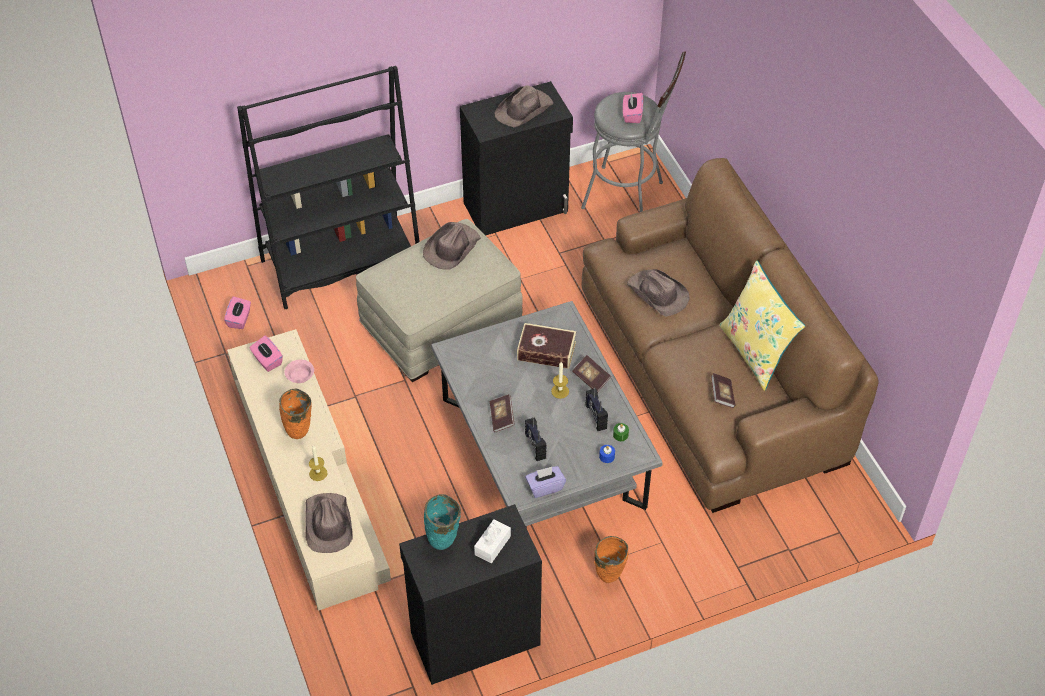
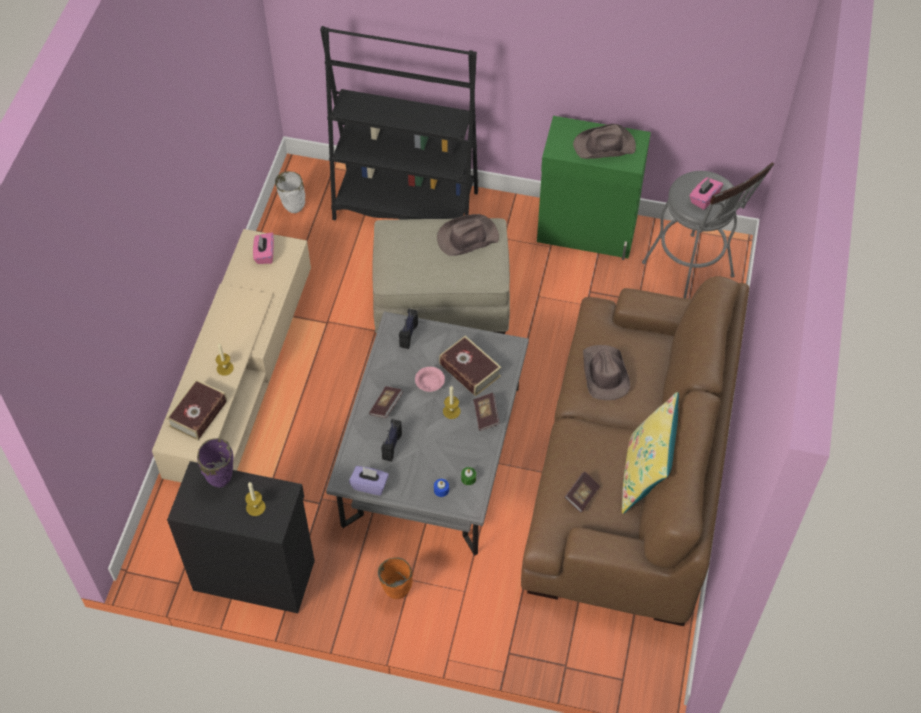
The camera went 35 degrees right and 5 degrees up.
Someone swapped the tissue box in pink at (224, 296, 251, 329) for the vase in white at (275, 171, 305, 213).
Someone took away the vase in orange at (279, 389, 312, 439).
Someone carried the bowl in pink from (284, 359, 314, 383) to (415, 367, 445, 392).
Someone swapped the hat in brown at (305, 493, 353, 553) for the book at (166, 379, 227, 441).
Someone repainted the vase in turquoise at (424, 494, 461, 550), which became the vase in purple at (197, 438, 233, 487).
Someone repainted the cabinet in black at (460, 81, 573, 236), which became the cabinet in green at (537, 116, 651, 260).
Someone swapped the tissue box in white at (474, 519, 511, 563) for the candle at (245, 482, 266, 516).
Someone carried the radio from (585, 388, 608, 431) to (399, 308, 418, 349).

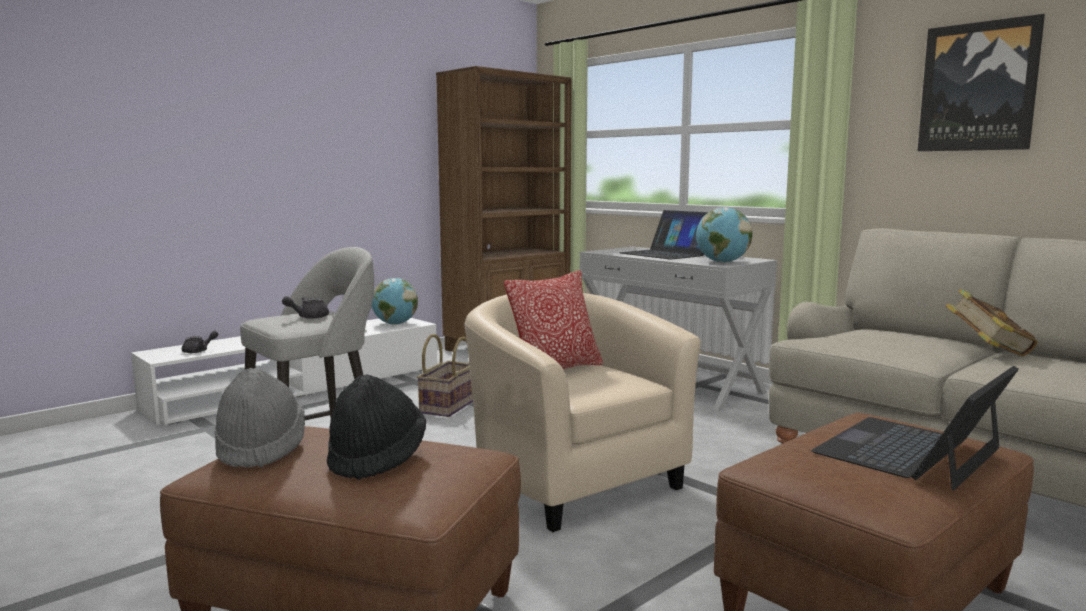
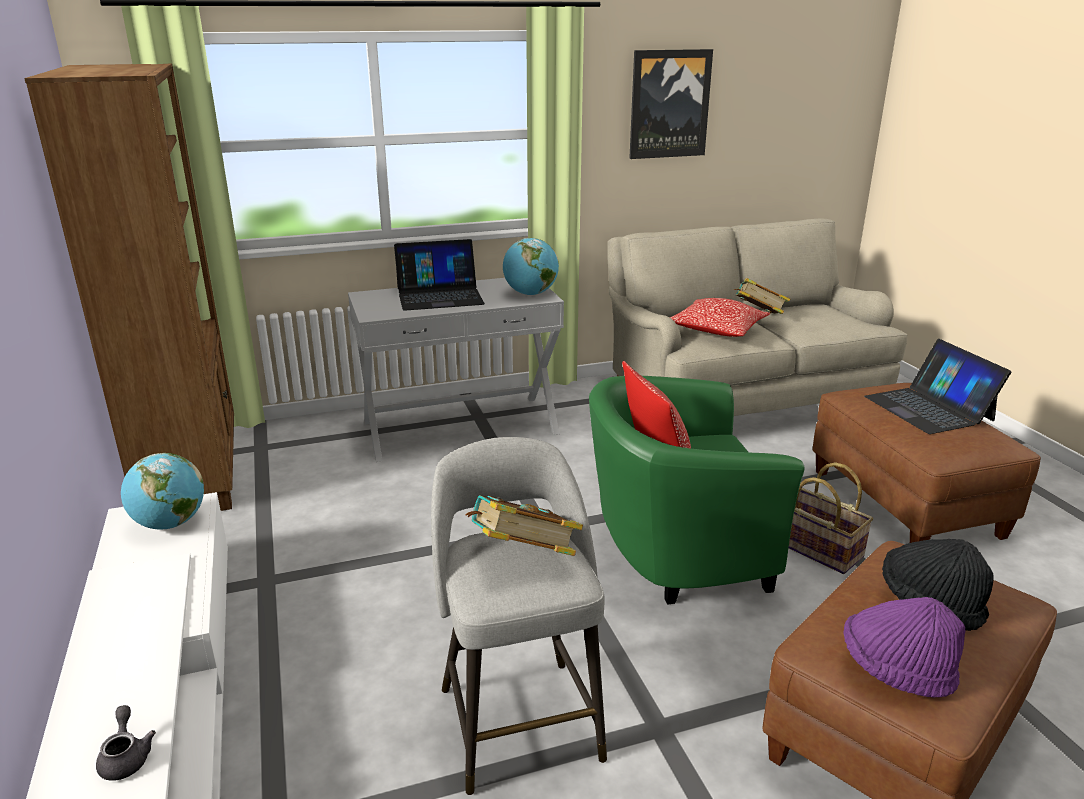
The camera went 65 degrees left and 15 degrees up.
Someone repainted the hat in grey at (215, 368, 305, 468), which became the hat in purple at (843, 597, 965, 698).
Someone swapped the teapot in grey at (282, 296, 329, 319) for the book at (465, 495, 583, 556).
Someone carried the basket from (417, 334, 473, 417) to (789, 462, 873, 574).
Someone repainted the armchair in beige at (465, 293, 701, 532), which became the armchair in green at (589, 376, 805, 605).
Someone put down the pillow at (670, 298, 770, 337).

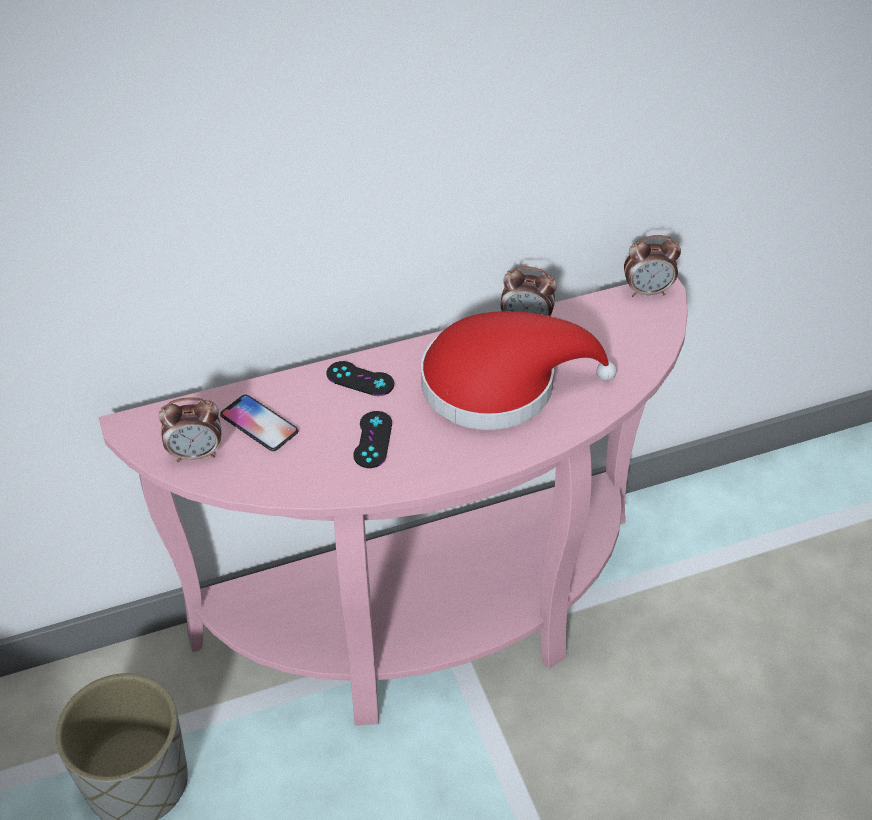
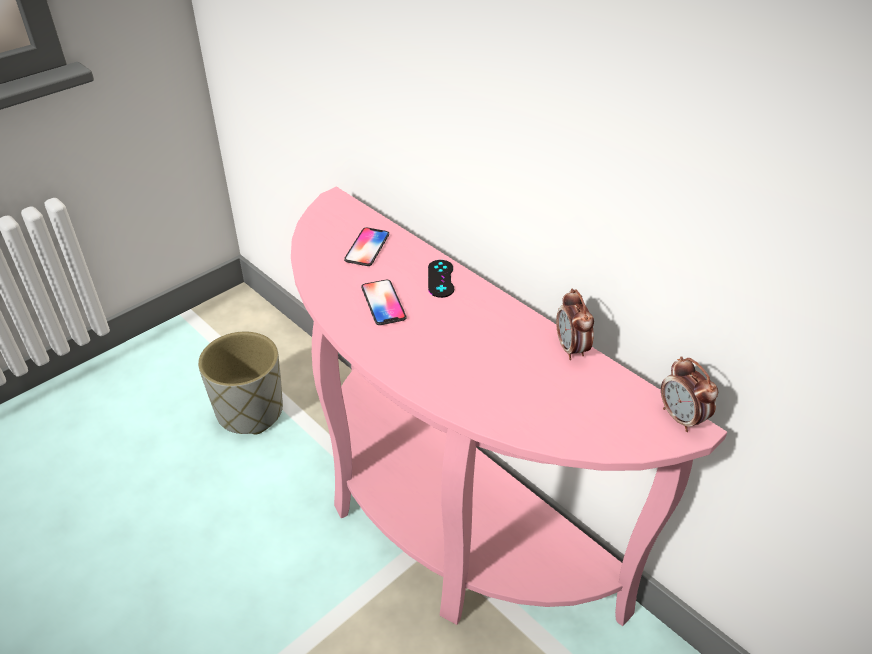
The camera went 65 degrees right and 5 degrees down.
Someone took away the alarm clock at (159, 397, 221, 462).
Someone swapped the game controller in black at (353, 411, 392, 468) for the phone at (361, 280, 407, 325).
Someone took away the hat in red at (421, 311, 617, 430).

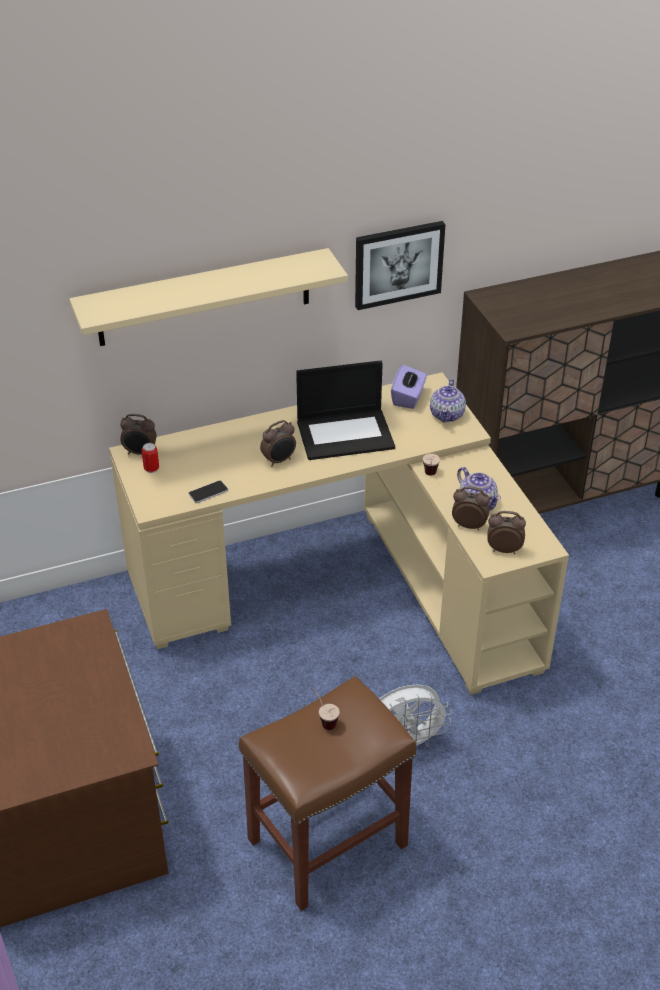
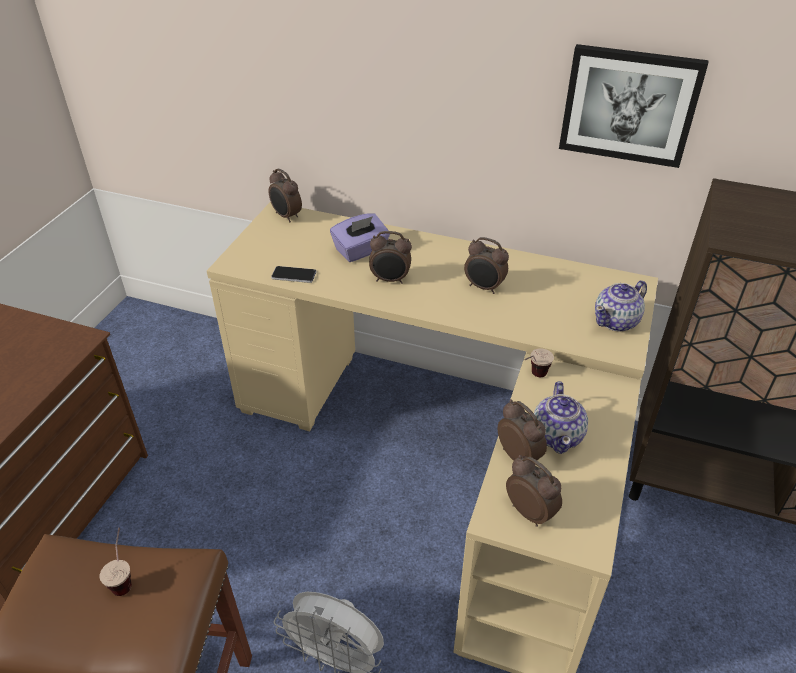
The camera went 40 degrees right and 0 degrees up.
Someone took away the shelf in beige at (69, 248, 348, 346).
Someone took away the can at (142, 443, 159, 473).
Someone swapped the laptop at (296, 360, 395, 460) for the alarm clock at (464, 237, 509, 294).
Someone carried the tissue box in purple from (391, 365, 427, 409) to (330, 213, 390, 262).

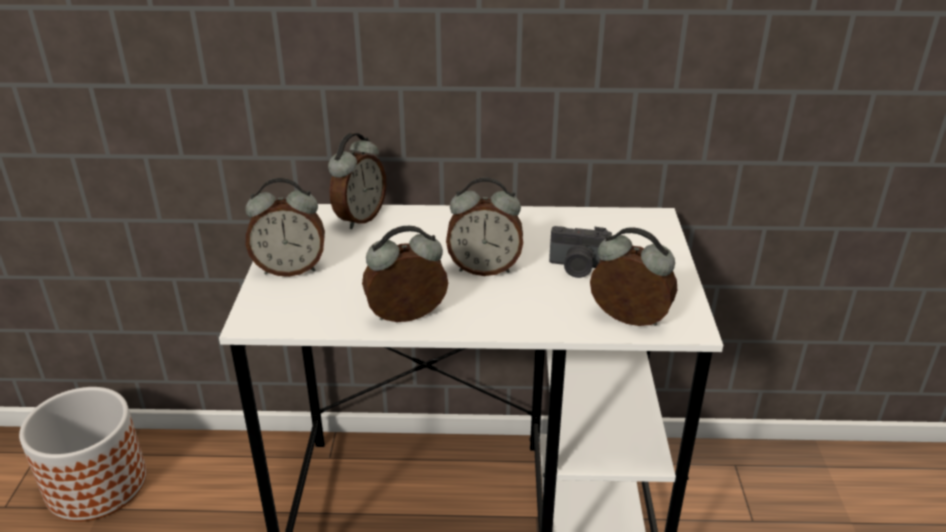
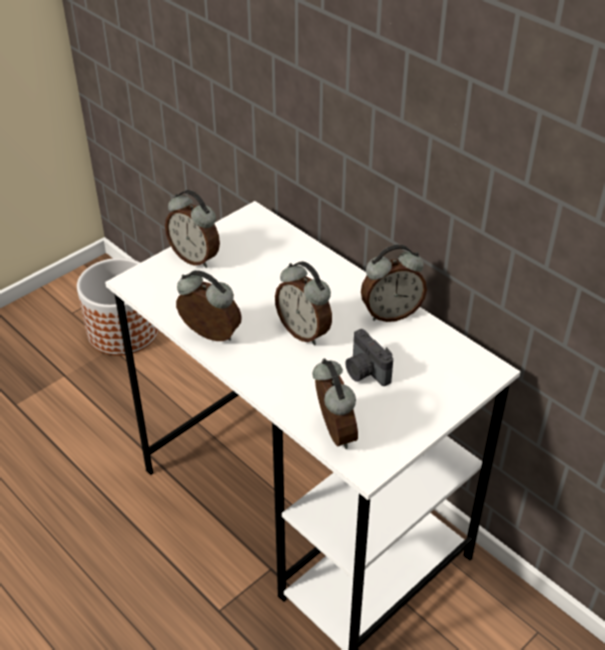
The camera went 45 degrees right and 10 degrees up.
Someone carried the alarm clock from (328, 133, 387, 229) to (361, 245, 427, 322).

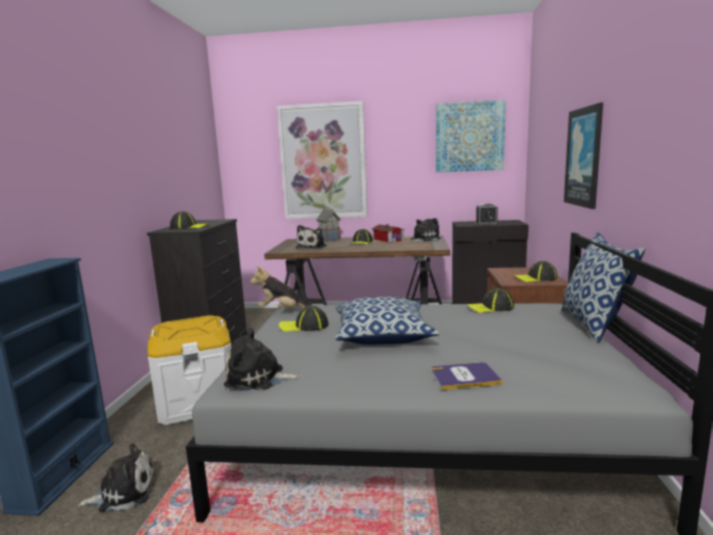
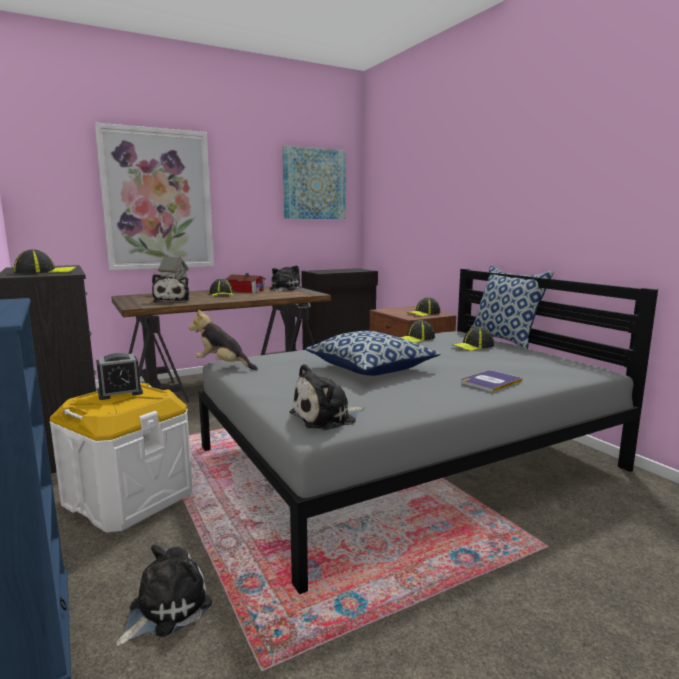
The camera went 35 degrees left and 0 degrees up.
Someone rotated the plush toy at (250, 266, 307, 308) by 45 degrees clockwise.
Someone carried the cap from (279, 306, 329, 332) to (453, 326, 494, 351).
Someone carried the alarm clock from (475, 203, 498, 226) to (96, 353, 143, 400).
Someone took away the picture at (564, 102, 603, 209).

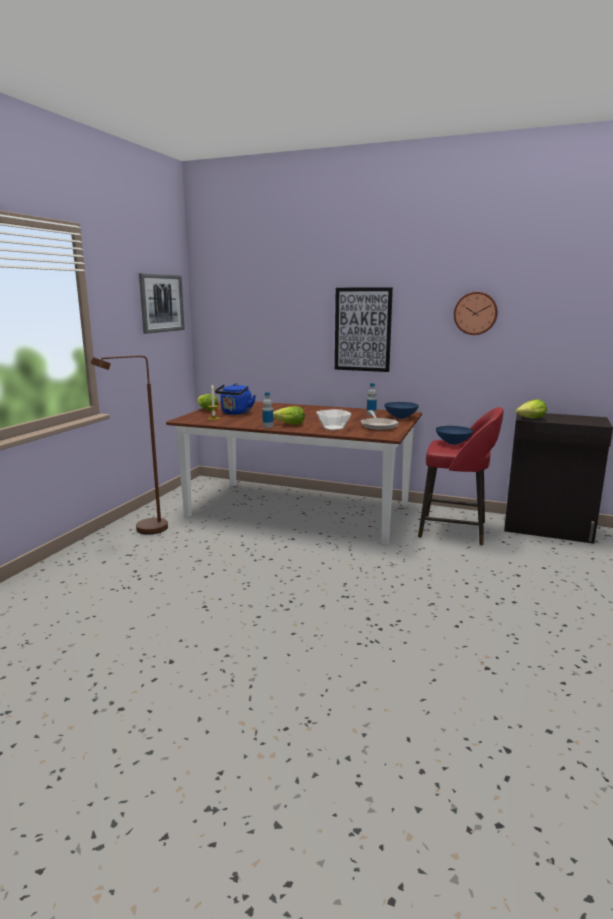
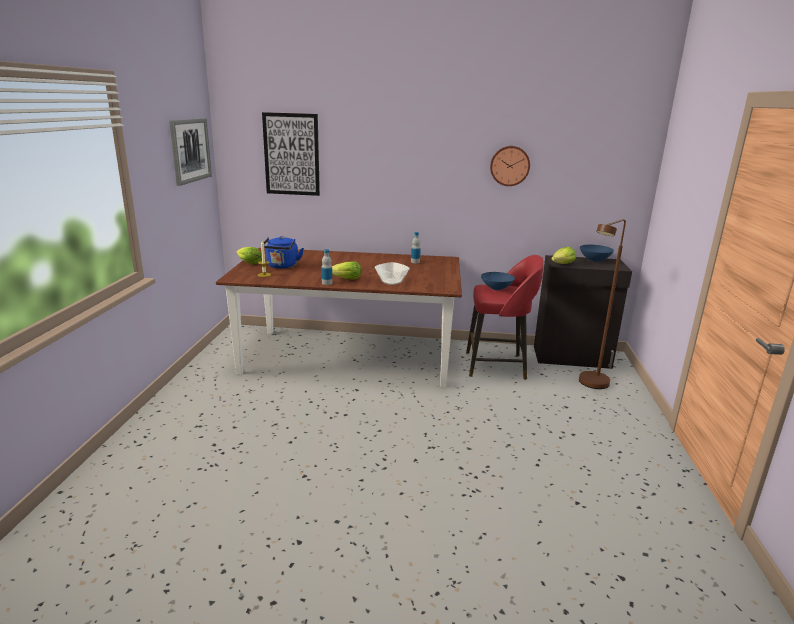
The camera went 15 degrees left and 5 degrees up.
Someone carried the floor lamp in brown from (90, 355, 168, 535) to (579, 219, 626, 389).
Someone carried the picture from (335, 287, 393, 372) to (262, 112, 320, 196).
Someone took away the frying pan at (361, 410, 398, 431).
Someone carried the bowl in blue from (384, 402, 419, 419) to (580, 245, 614, 262).

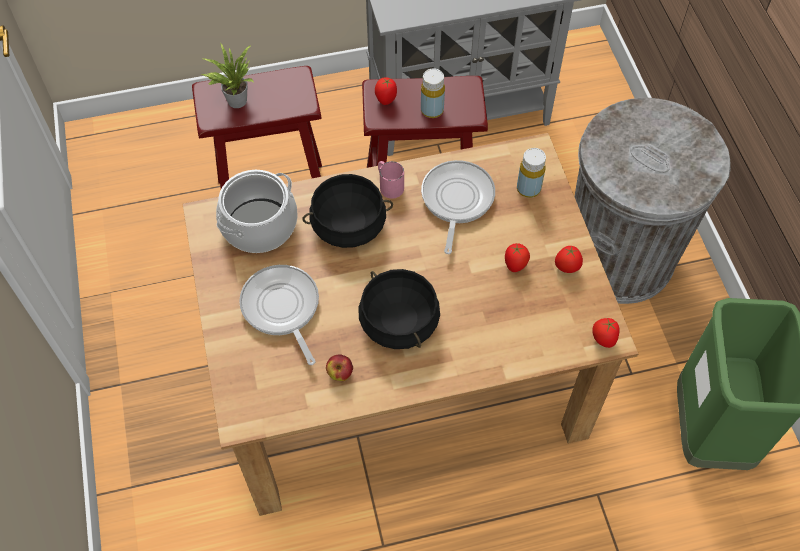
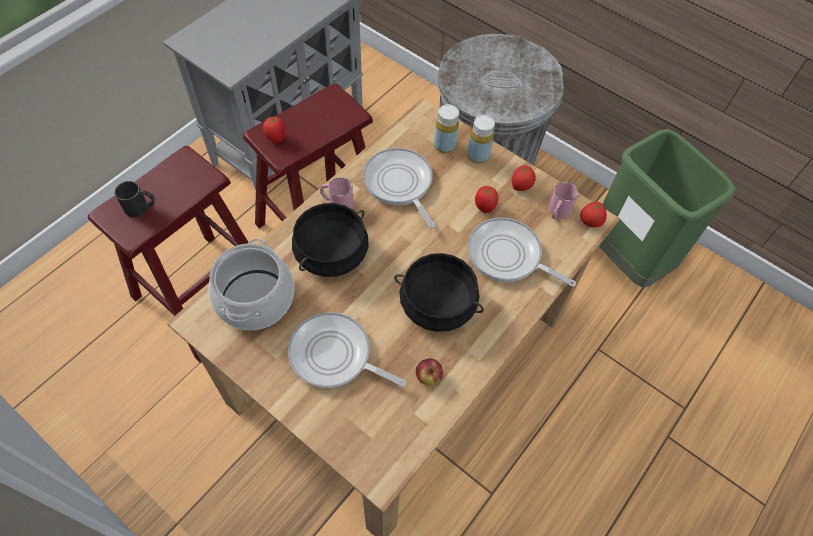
The camera went 40 degrees left and 0 degrees up.
Someone swapped the potted plant at (202, 44, 254, 108) for the mug in black at (114, 181, 155, 217).
Someone carried the bottle in yellow from (421, 68, 445, 118) to (467, 115, 495, 164).
Someone put down the frying pan at (468, 218, 576, 287).
Someone put down the mug in pink at (549, 182, 579, 219).

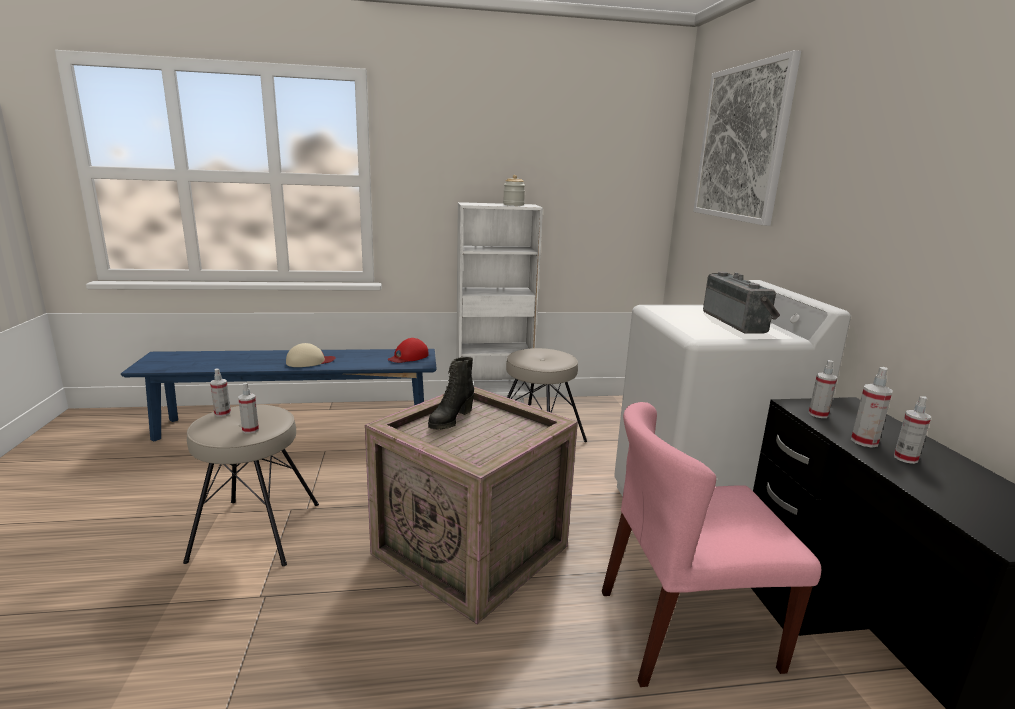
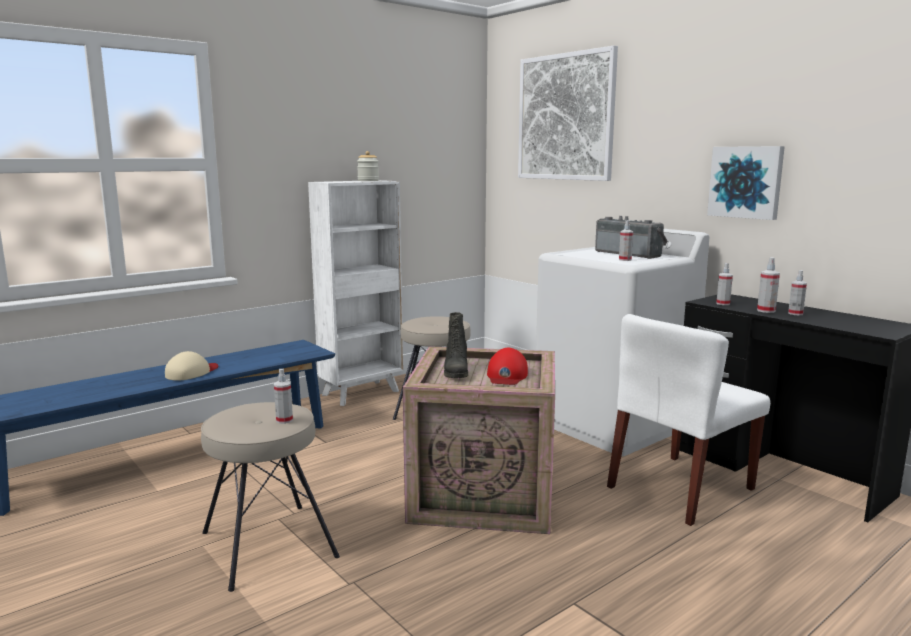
The camera went 30 degrees left and 5 degrees down.
Someone carried the spray bottle from (210, 369, 231, 417) to (619, 220, 633, 261).
Someone carried the cap in red from (387, 338, 429, 363) to (487, 348, 528, 385).
Someone repainted the chair in pink at (602, 402, 821, 687), which became the chair in white at (607, 314, 770, 526).
Someone put up the picture at (707, 146, 785, 220).

